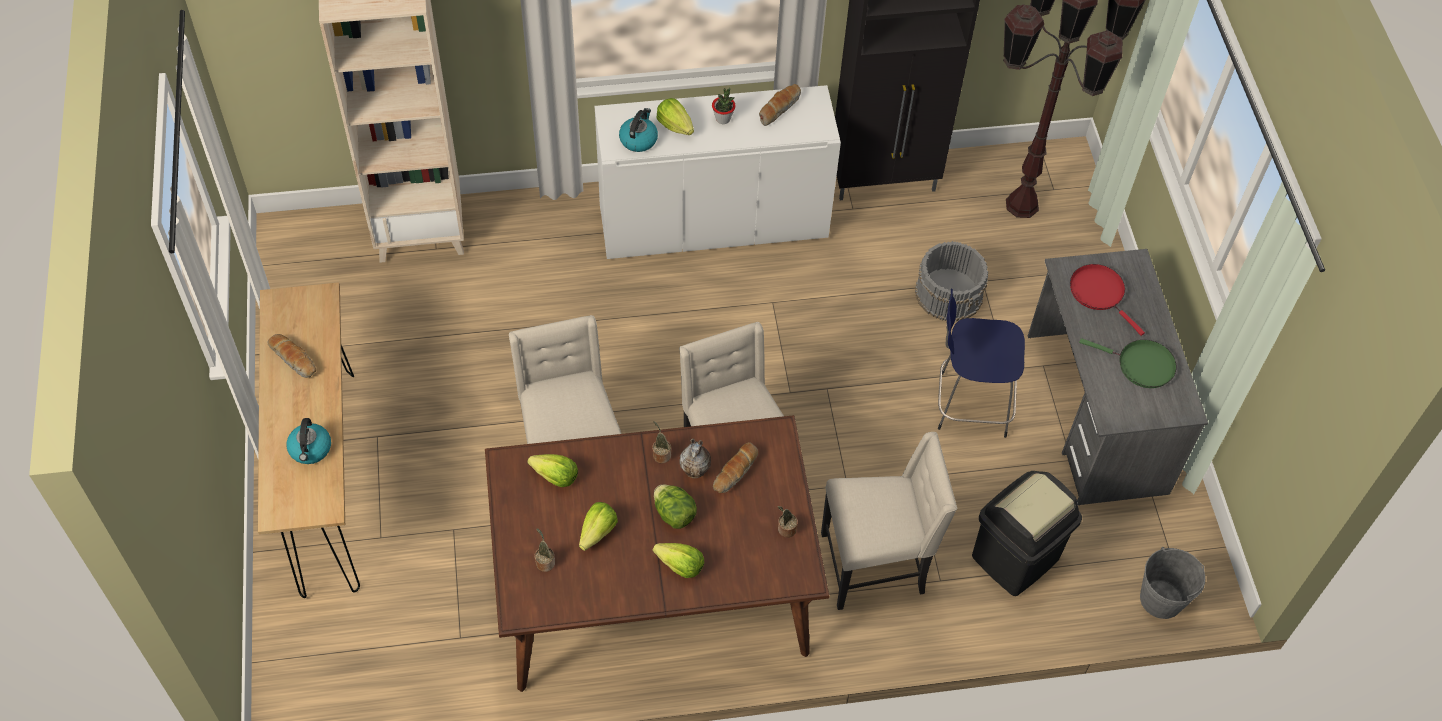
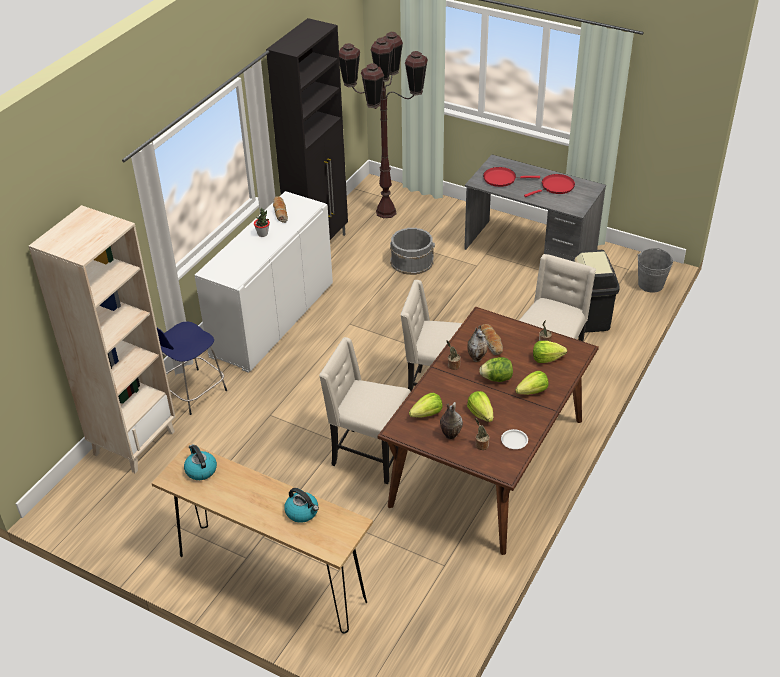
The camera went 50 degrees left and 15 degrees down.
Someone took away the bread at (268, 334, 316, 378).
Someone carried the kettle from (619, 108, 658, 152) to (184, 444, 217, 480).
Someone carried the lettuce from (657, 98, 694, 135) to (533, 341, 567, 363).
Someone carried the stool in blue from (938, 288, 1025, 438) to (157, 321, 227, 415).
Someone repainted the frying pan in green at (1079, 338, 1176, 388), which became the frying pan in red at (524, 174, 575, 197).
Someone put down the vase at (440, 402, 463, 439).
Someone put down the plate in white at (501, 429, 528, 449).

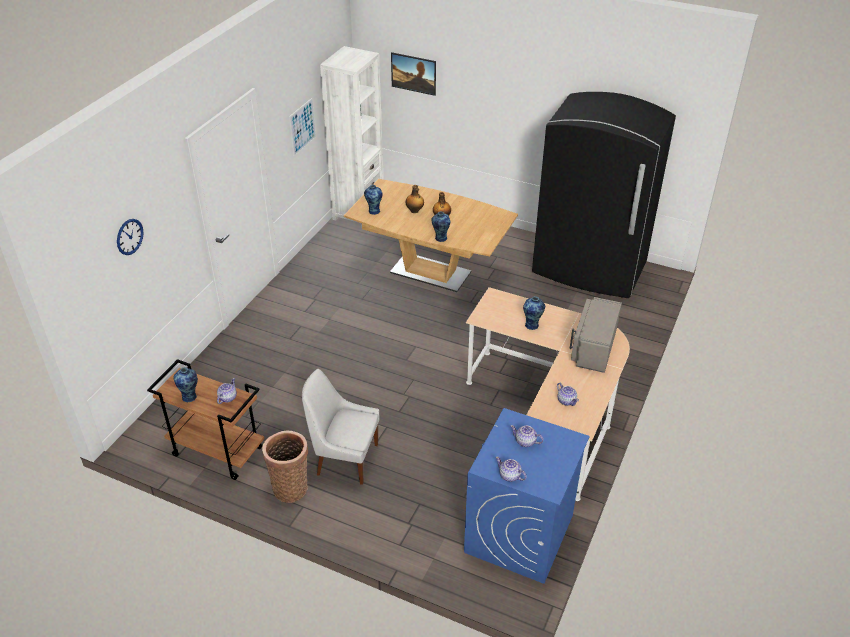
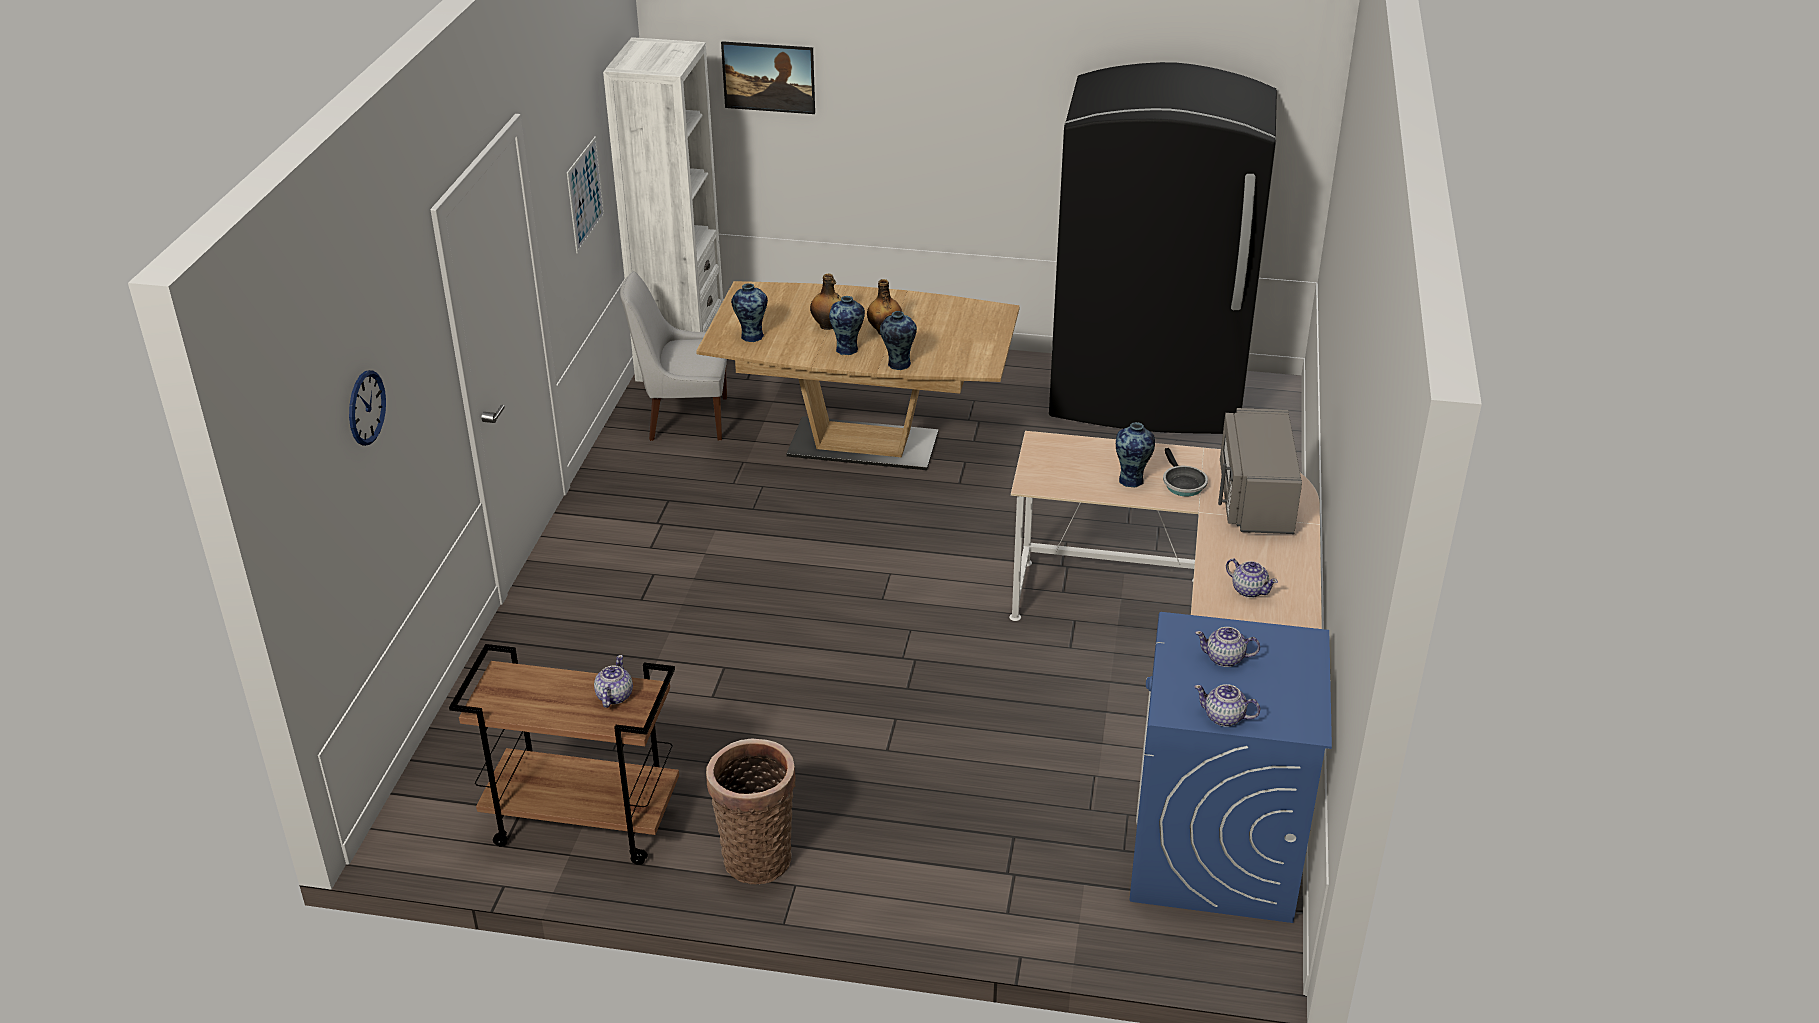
The camera went 15 degrees left and 5 degrees down.
Someone carried the vase from (173, 367, 198, 402) to (829, 296, 865, 355).
Someone carried the chair in white from (302, 369, 379, 485) to (620, 271, 727, 441).
Someone put down the frying pan at (1163, 448, 1208, 496).

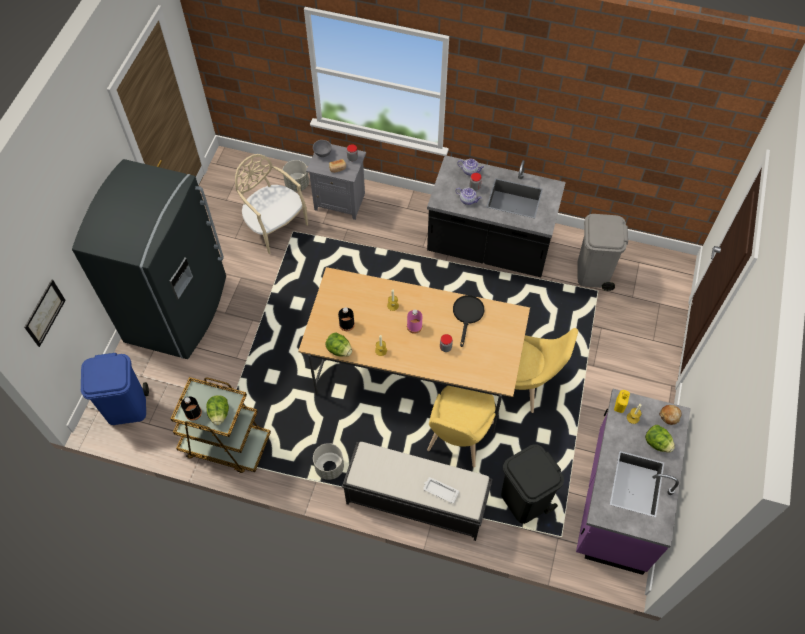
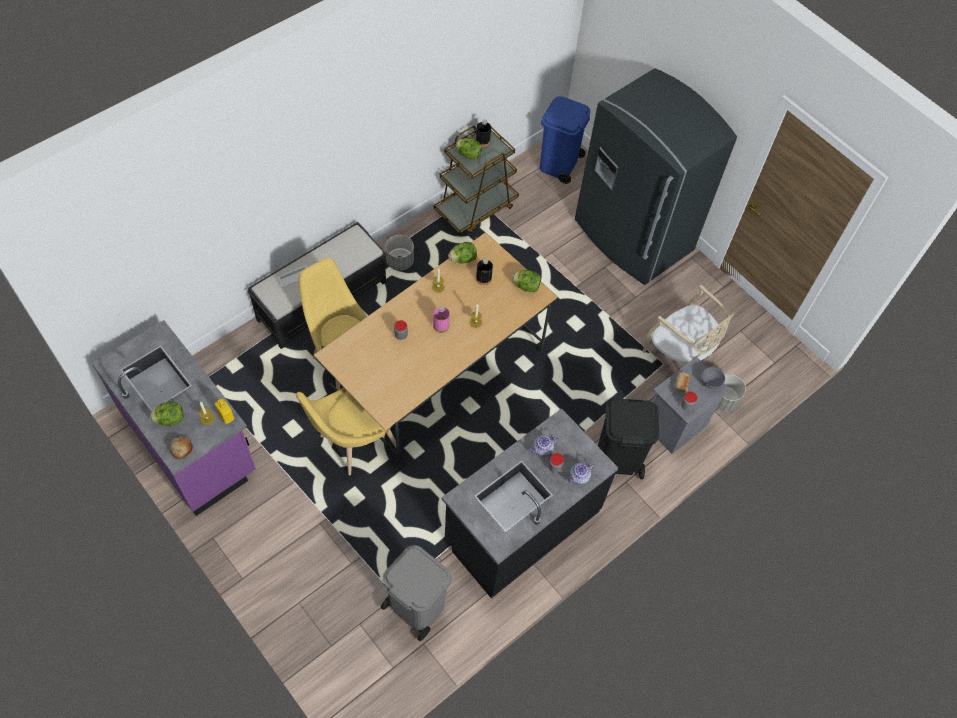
The camera went 120 degrees right and 0 degrees up.
Someone took away the picture at (24, 279, 66, 347).
Someone rotated the chair in beige at (235, 154, 308, 254) by 60 degrees clockwise.
Someone took away the frying pan in black at (453, 295, 484, 347).
Someone carried the trash can in black from (501, 444, 564, 524) to (598, 398, 659, 479).
Someone put down the lettuce at (512, 270, 541, 292).

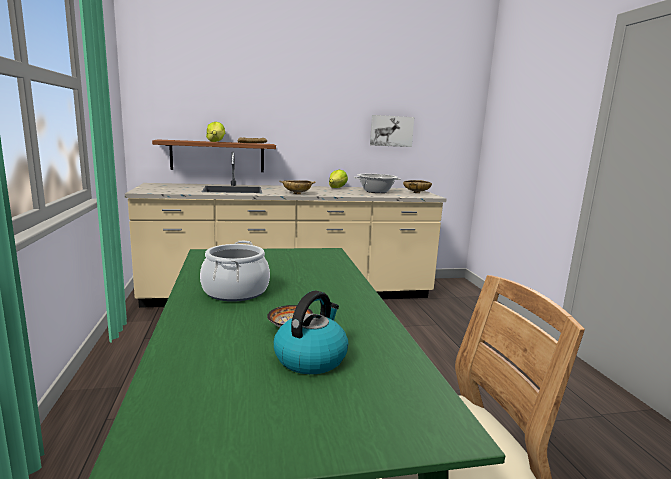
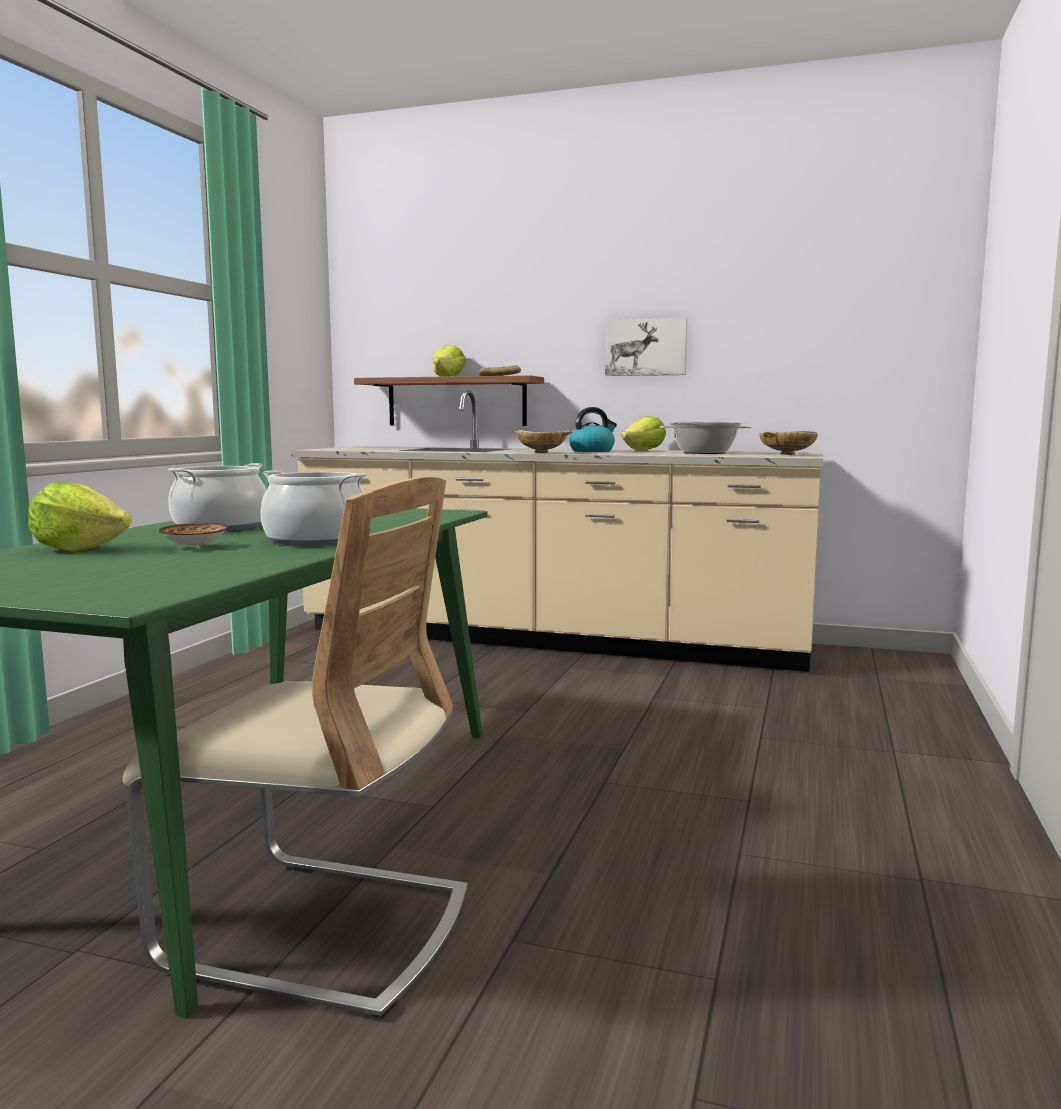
The camera went 30 degrees right and 5 degrees down.
Someone carried the kettle from (274, 291, 348, 374) to (569, 407, 617, 452).
Someone carried the picture from (370, 115, 414, 147) to (605, 318, 687, 376).
Someone put down the lettuce at (28, 482, 132, 552).
Someone put down the cooking pot at (261, 470, 367, 546).

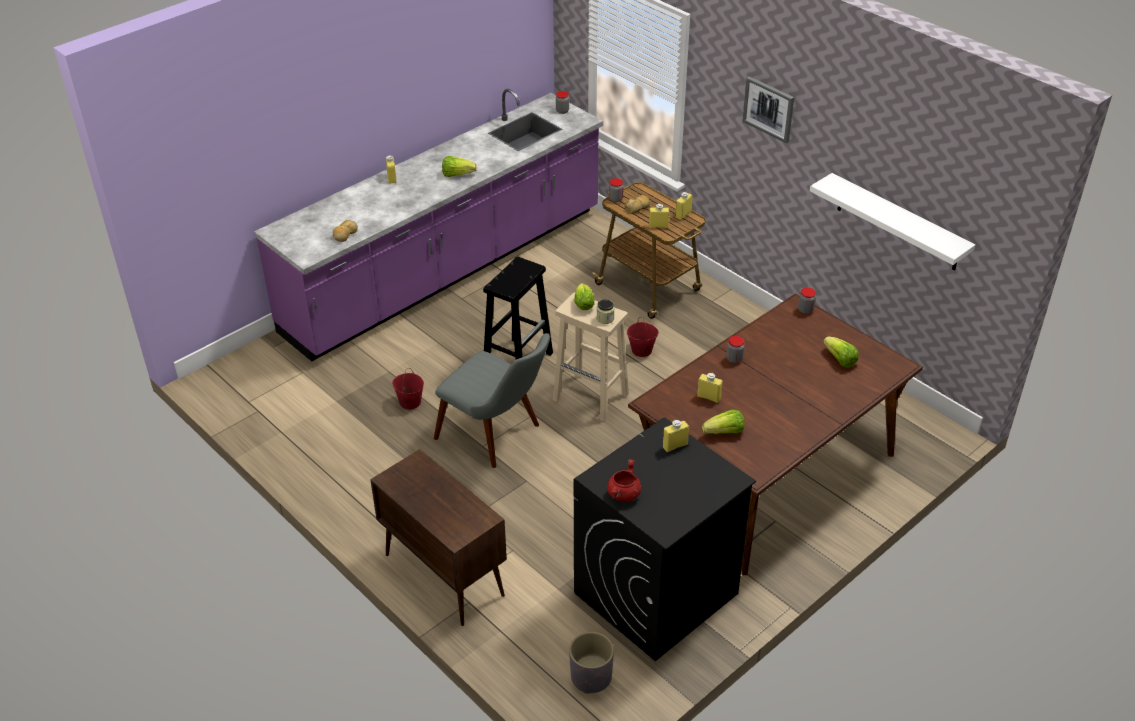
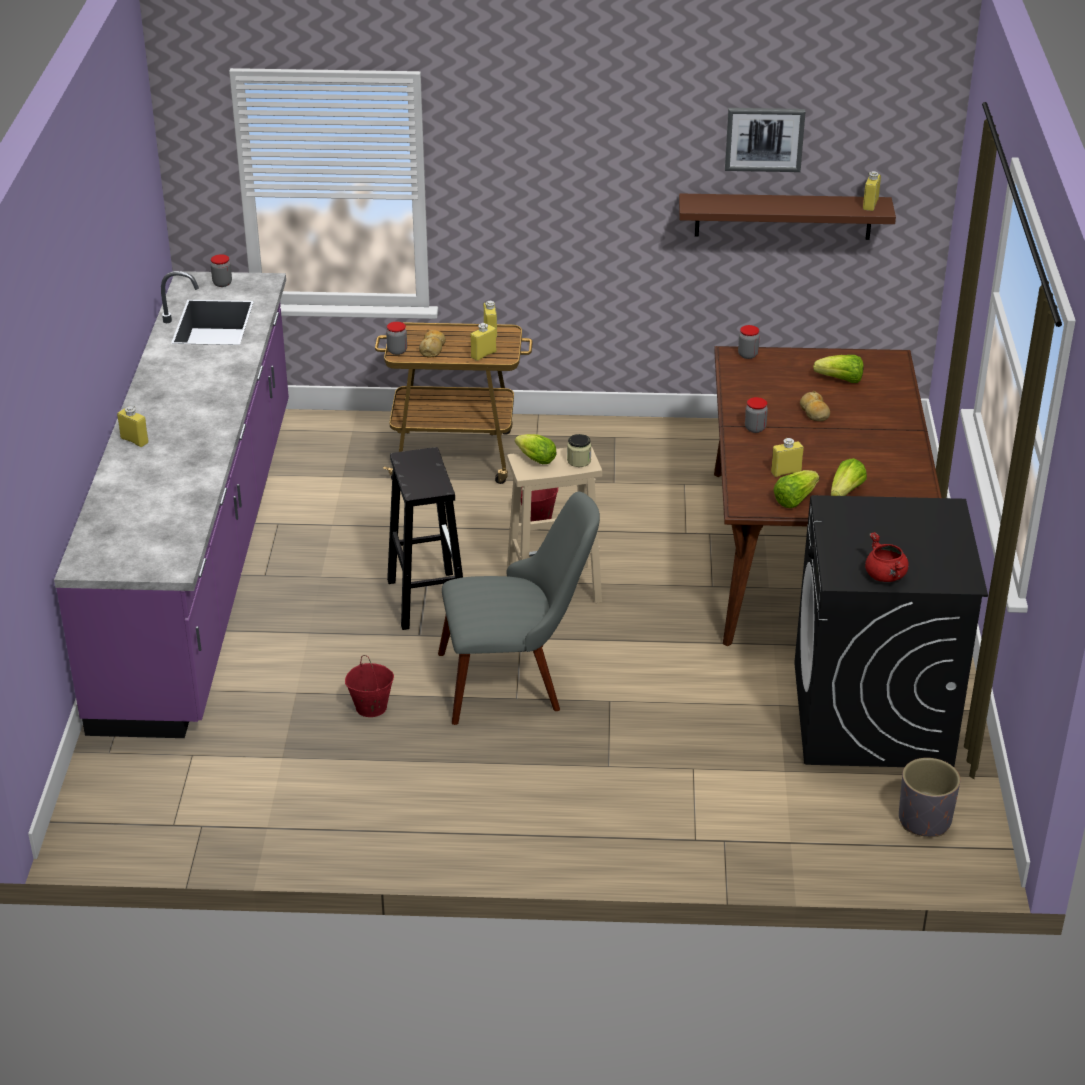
The camera went 45 degrees left and 5 degrees down.
Someone carried the bread from (333, 220, 358, 242) to (800, 391, 830, 421).
Someone took away the cabinet in brown at (370, 449, 507, 626).
Someone carried the lettuce from (442, 156, 477, 177) to (773, 470, 819, 508).
Someone carried the bottle in yellow from (663, 420, 689, 452) to (863, 171, 881, 211).
Someone carried the picture from (742, 76, 794, 143) to (725, 108, 806, 172).
Someone repainted the shelf in white at (810, 173, 975, 271), which became the shelf in brown at (679, 194, 896, 240).

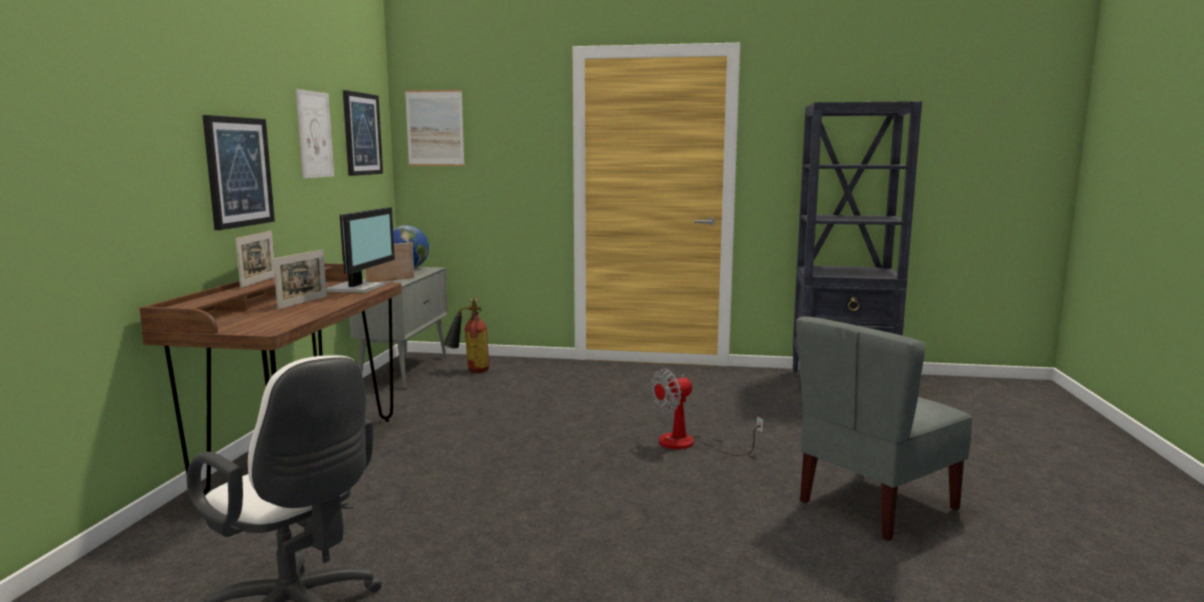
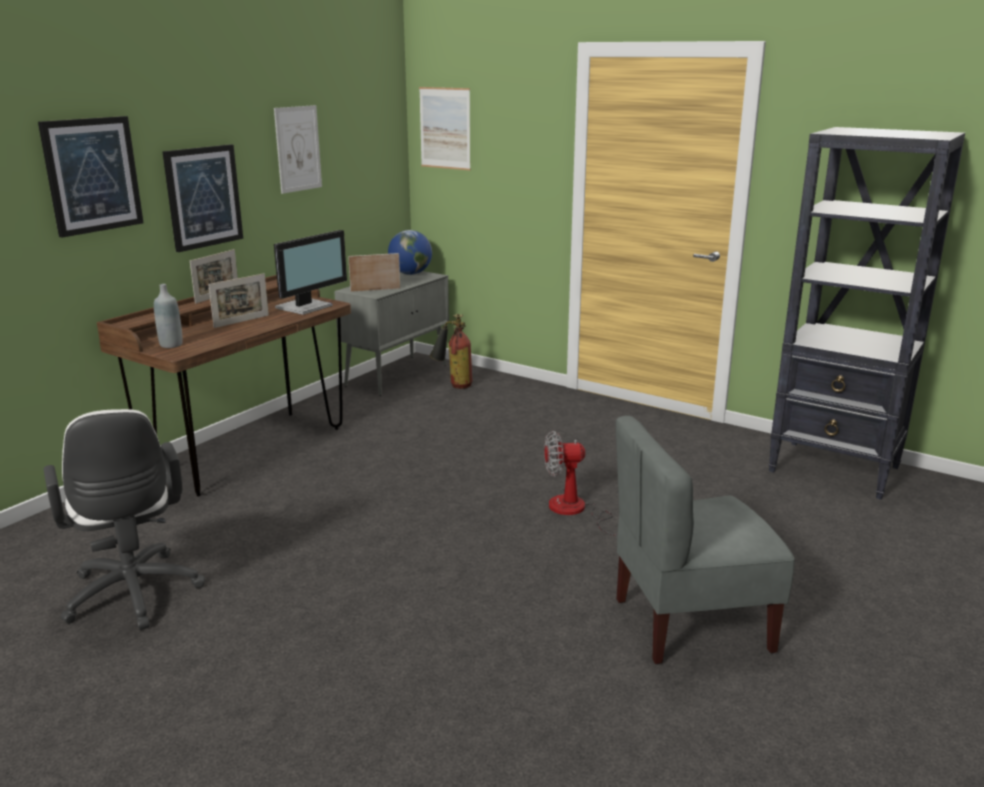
The camera went 25 degrees right and 10 degrees up.
Someone carried the picture from (343, 90, 383, 176) to (38, 116, 144, 238).
Someone put down the bottle in grey at (154, 284, 183, 348).

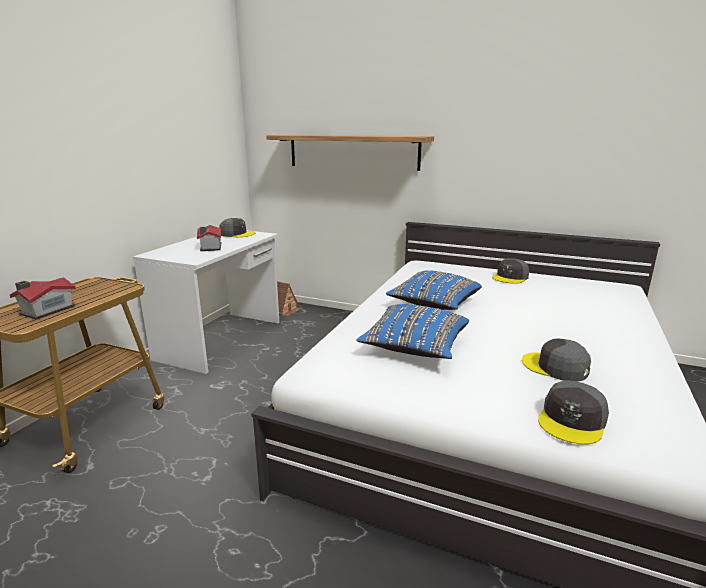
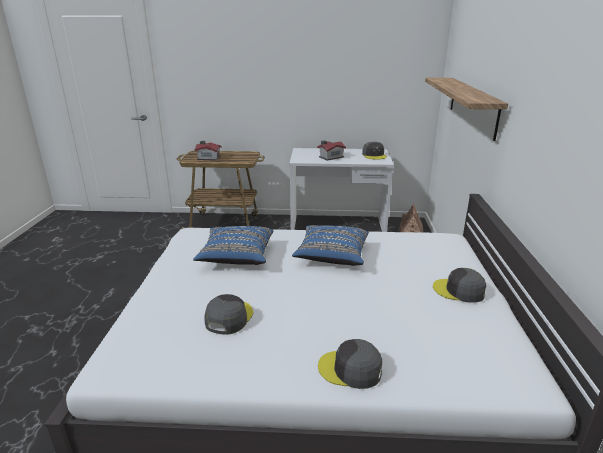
The camera went 70 degrees right and 5 degrees up.
Someone carried the cap in grey from (538, 380, 609, 444) to (318, 339, 382, 389).

